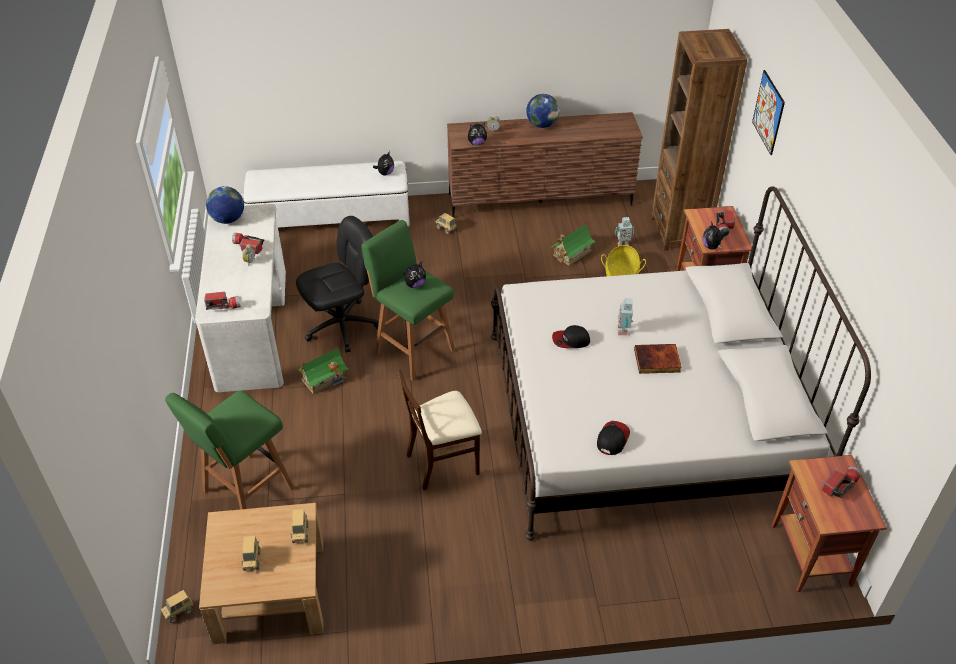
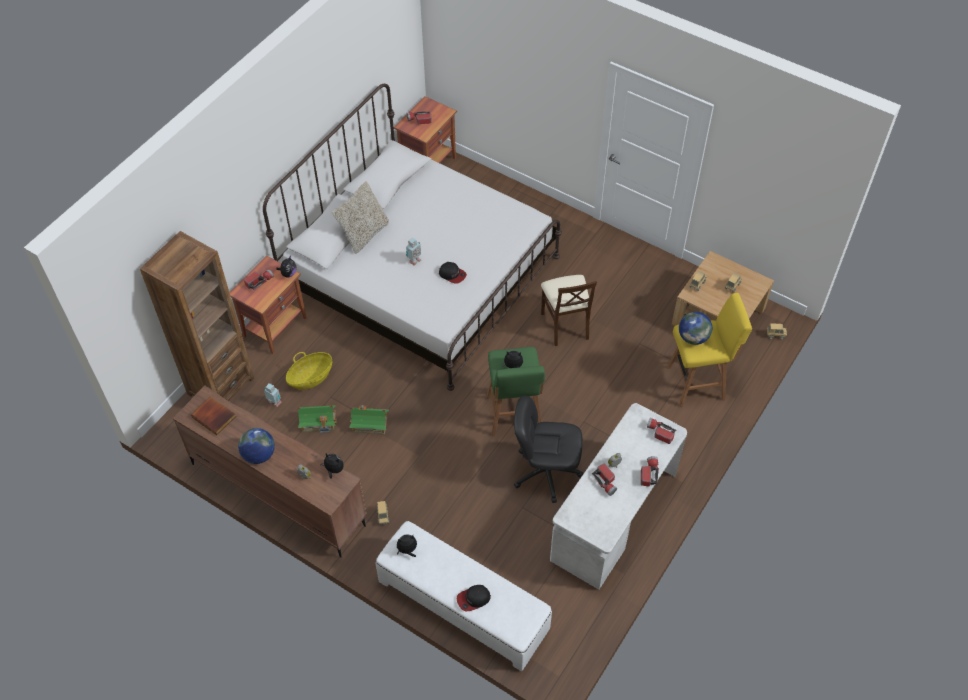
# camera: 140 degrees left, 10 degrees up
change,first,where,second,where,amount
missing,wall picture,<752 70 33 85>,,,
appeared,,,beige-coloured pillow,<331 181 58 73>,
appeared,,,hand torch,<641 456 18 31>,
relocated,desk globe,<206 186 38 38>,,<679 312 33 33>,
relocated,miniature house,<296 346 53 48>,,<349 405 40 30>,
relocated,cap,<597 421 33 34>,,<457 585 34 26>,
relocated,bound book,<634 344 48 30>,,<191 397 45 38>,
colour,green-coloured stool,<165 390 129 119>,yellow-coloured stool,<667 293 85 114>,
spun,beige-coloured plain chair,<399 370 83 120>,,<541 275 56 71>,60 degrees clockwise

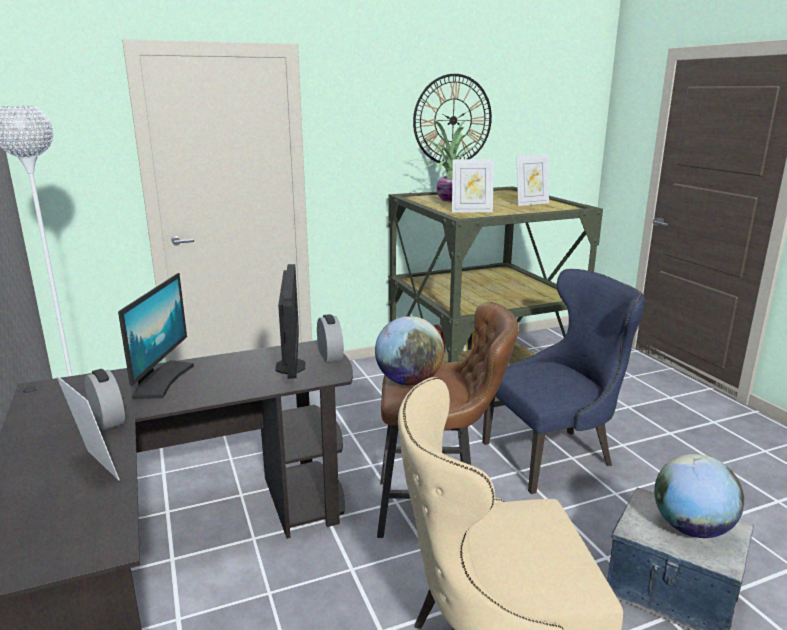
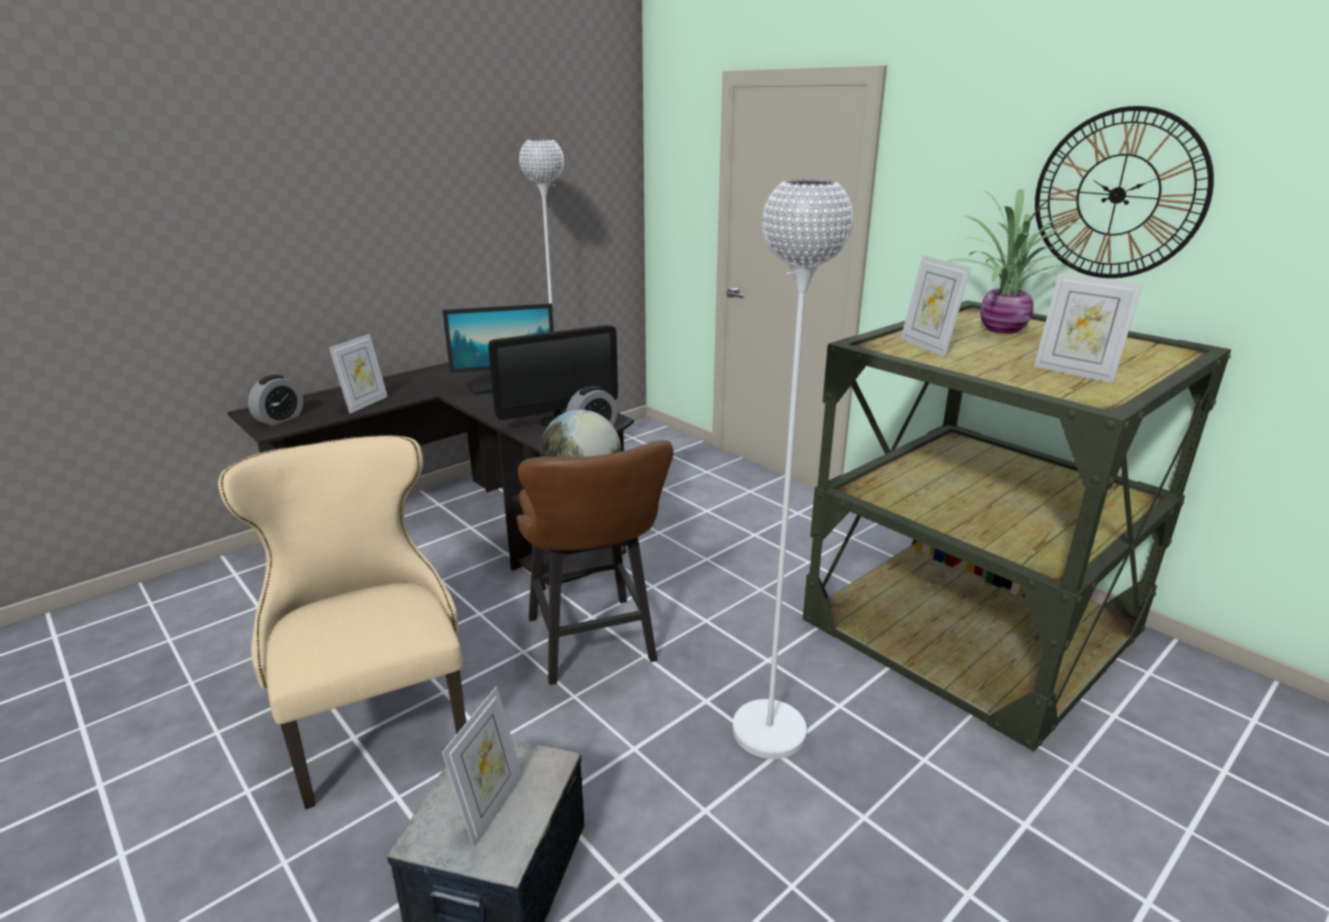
# camera: 70 degrees right, 5 degrees up
change,first,where,second,where,amount
relocated,bedside clock,<85 369 40 61>,,<248 375 55 51>,
exchanged,bluish plain chair,<482 269 163 225>,whitish standing lamp,<733 179 120 580>,
exchanged,desk globe,<654 454 90 84>,photo frame,<442 686 80 162>,

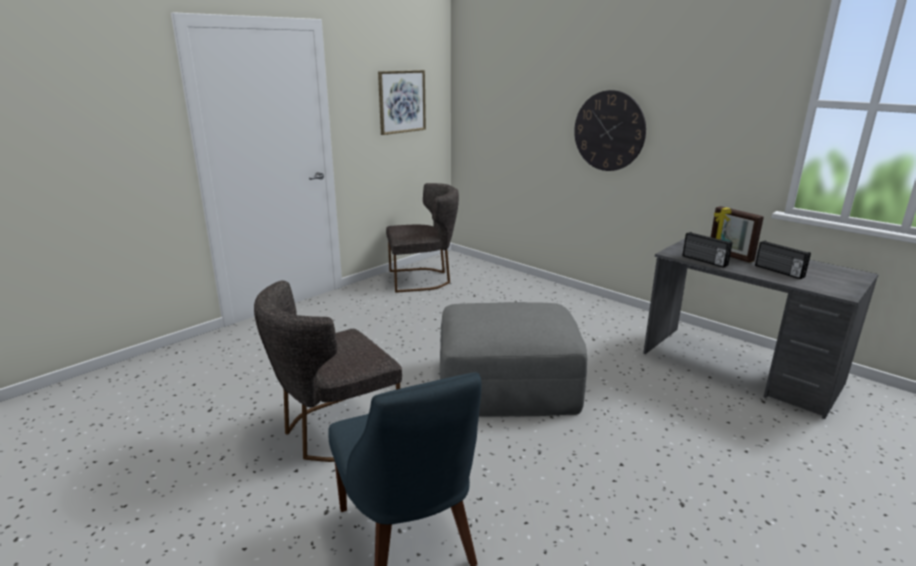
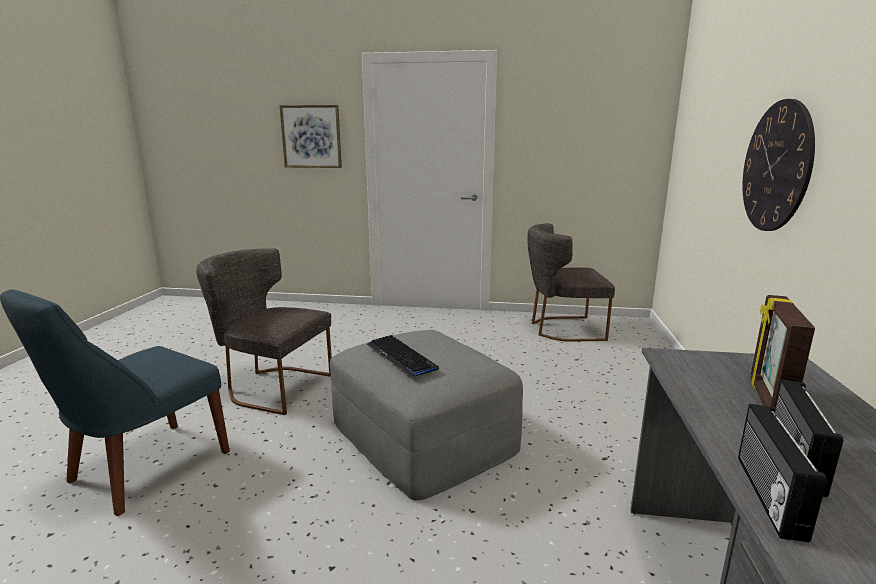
# camera: 55 degrees right, 5 degrees down
change,first,where,second,where,amount
appeared,,,keyboard,<367 335 72 42>,
relocated,wall picture,<378 70 48 65>,,<279 105 63 63>,
relocated,radio,<682 232 50 36>,,<738 404 89 139>,
spun,grey plain chair,<386 183 73 110>,,<527 223 88 119>,135 degrees clockwise

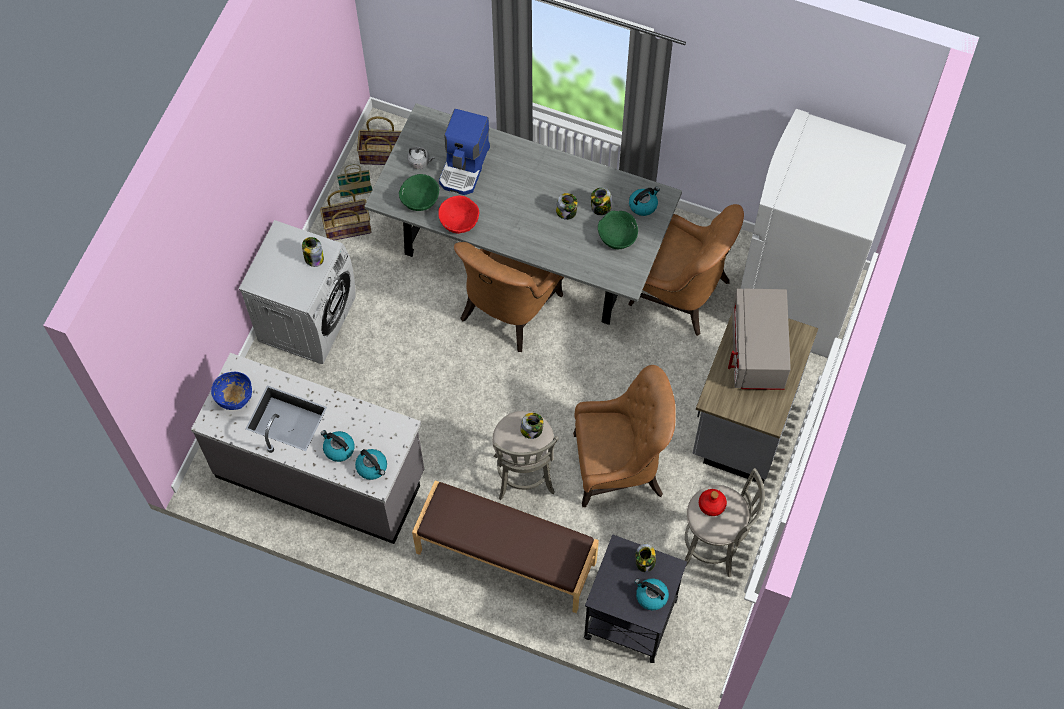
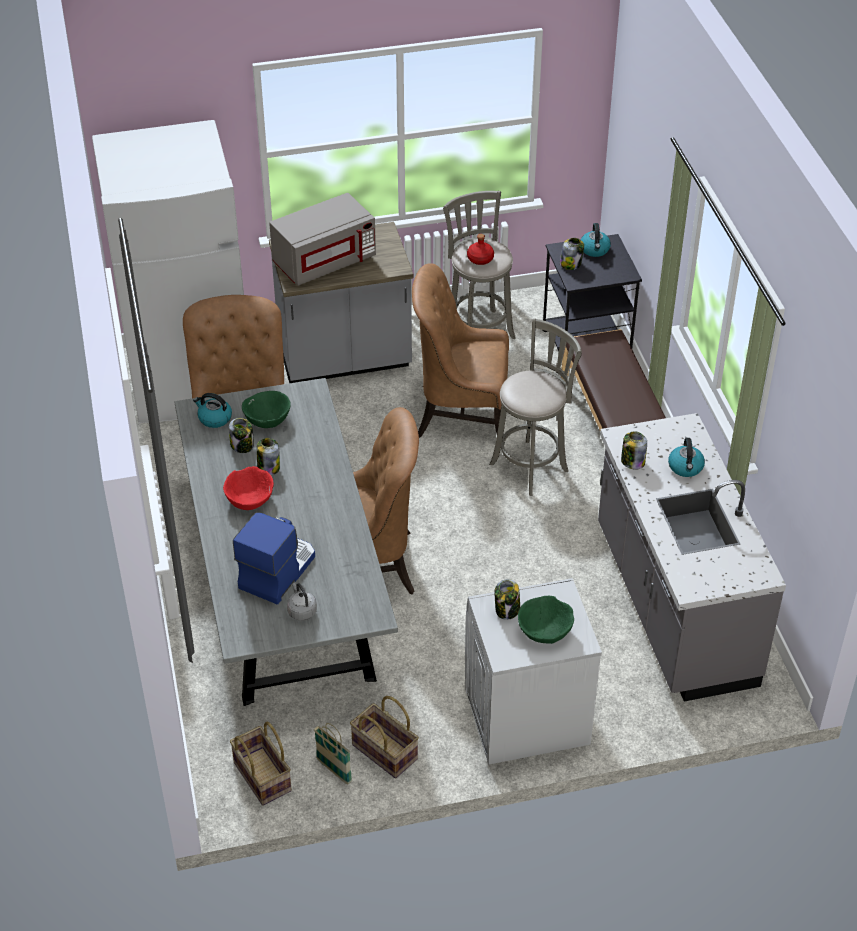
# camera: 125 degrees left, 20 degrees down
change,first,where,second,where,amount
missing,bluish bowl,<211 372 41 38>,,,
missing,tea kettle,<355 449 32 31>,,,
relocated,green-coloured bowl,<399 174 40 37>,,<518 596 56 48>,
relocated,red-coloured bowl,<438 196 41 38>,,<223 466 51 44>,
relocated,jar,<520 413 24 26>,,<621 431 26 39>,
spun,coffee maker,<439 109 51 86>,,<233 512 82 92>,45 degrees counterclockwise
spun,brown-coloured plain chair,<573 365 103 142>,,<412 263 97 175>,45 degrees counterclockwise

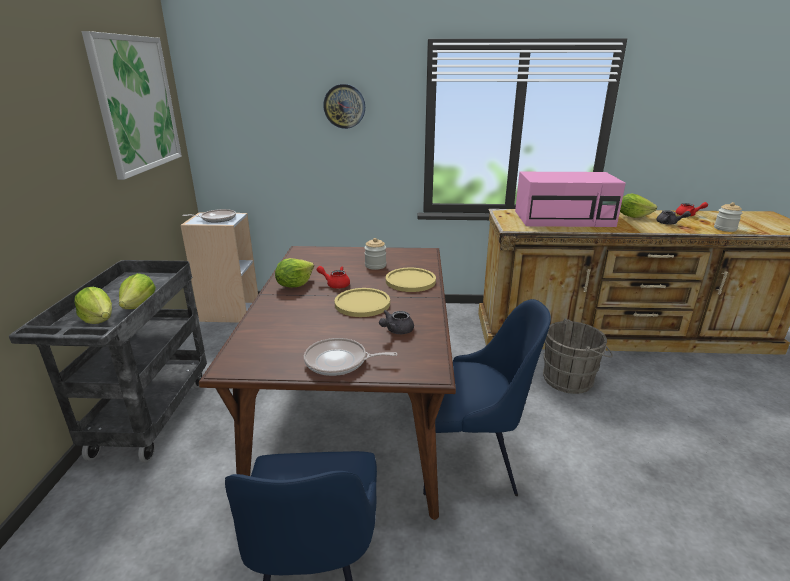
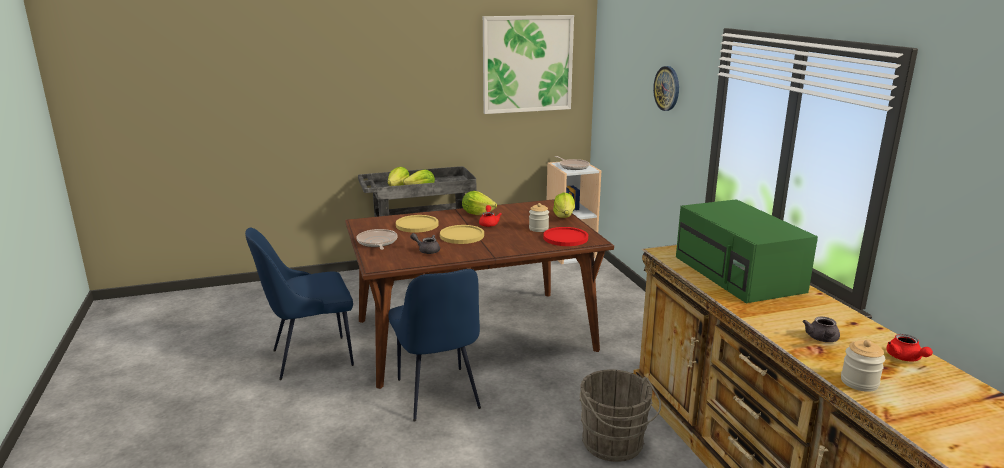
# camera: 70 degrees right, 5 degrees down
change,first,where,second,where,amount
appeared,,,red-coloured dinner plate,<543 227 45 19>,
relocated,yellow-coloured dinner plate,<386 268 50 24>,,<396 215 43 18>,
relocated,lettuce head,<620 193 37 25>,,<553 193 22 25>,
colour,pink microwave,<515 172 111 55>,green-coloured microwave,<676 199 142 105>,

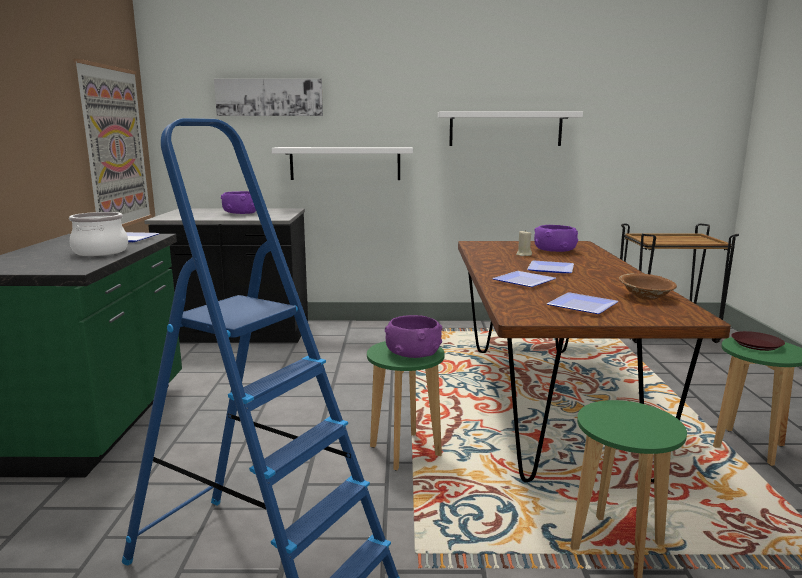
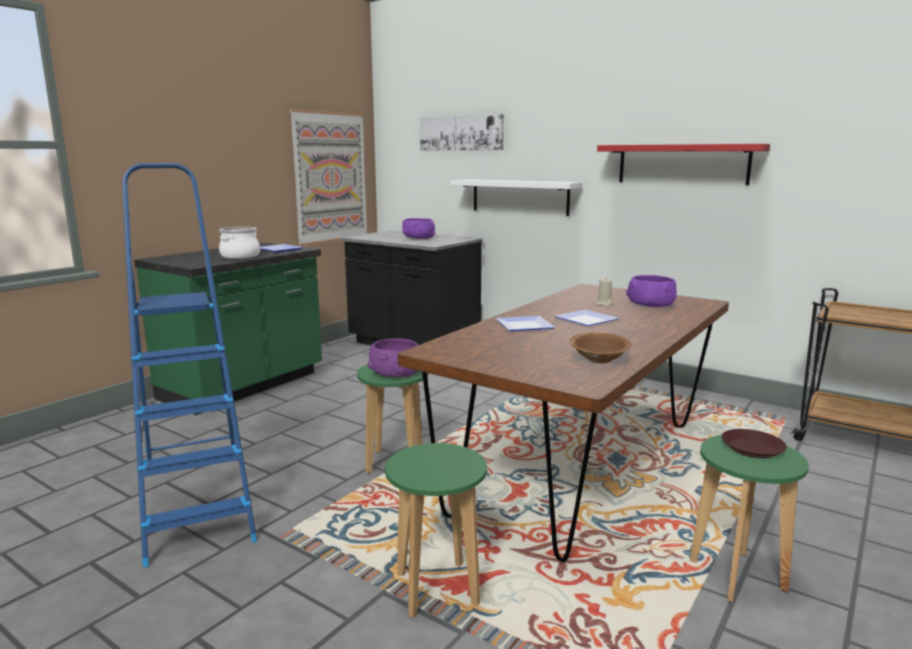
# camera: 35 degrees right, 0 degrees up
change,first,where,second,where,amount
missing,dinner plate,<547 292 72 22>,,,
colour,whitish shelf,<438 111 145 35>,red-coloured shelf,<597 144 173 41>,

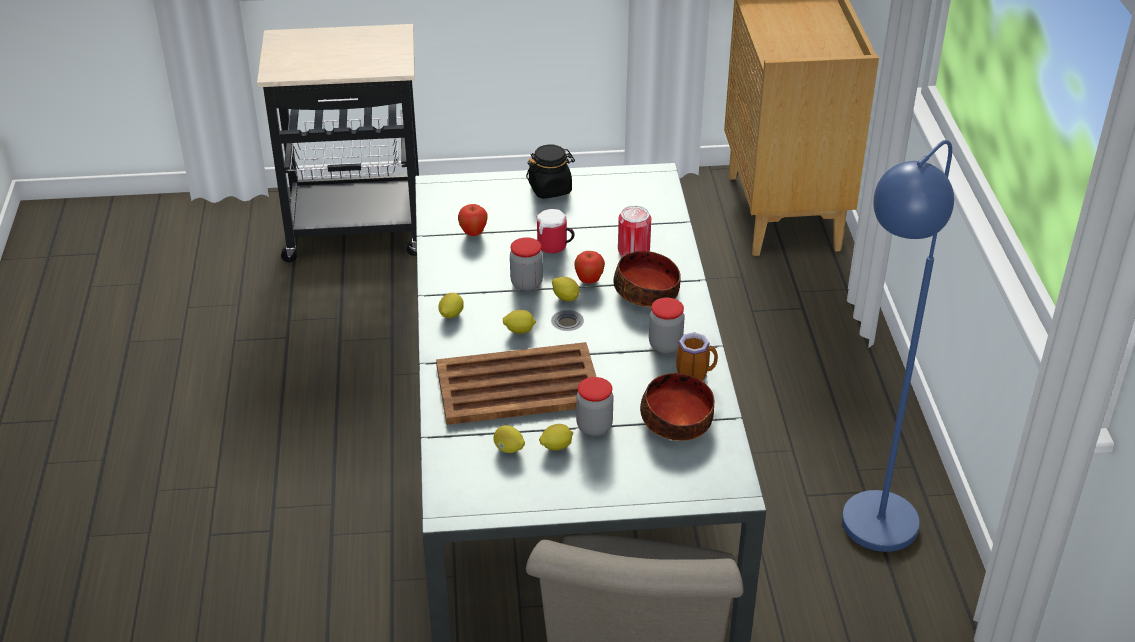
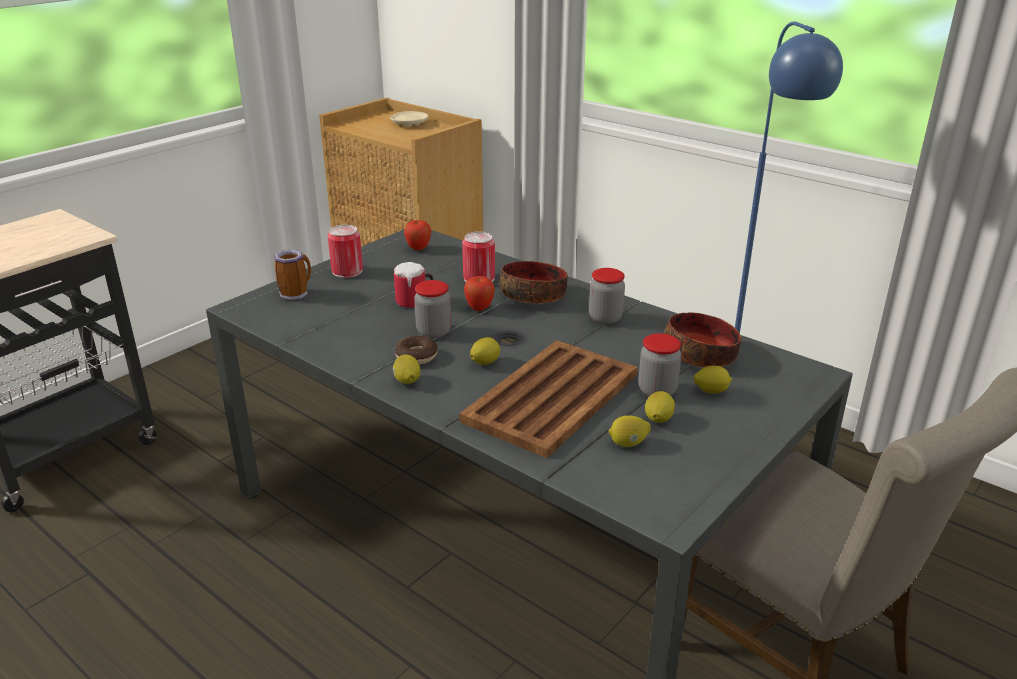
# camera: 45 degrees left, 10 degrees down
change,first,where,second,where,amount
appeared,,,beige-coloured dinner plate,<390 111 38 16>,
appeared,,,donut,<395 336 43 29>,
relocated,whole apple,<458 204 30 32>,,<404 220 27 30>,
relocated,lemon,<552 277 27 24>,,<693 366 39 28>,
relocated,tea mug,<676 332 42 50>,,<274 249 37 51>,
exchanged,black jar,<526 144 49 55>,metal can,<328 225 35 53>,

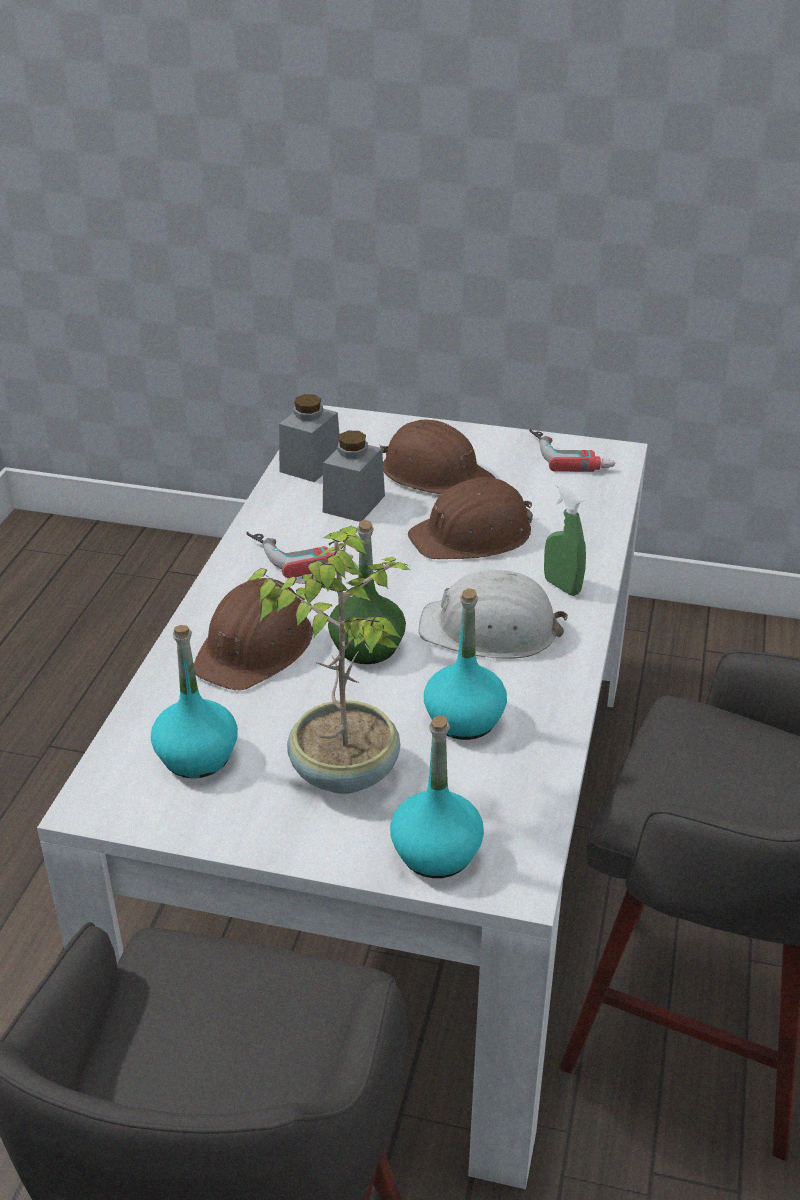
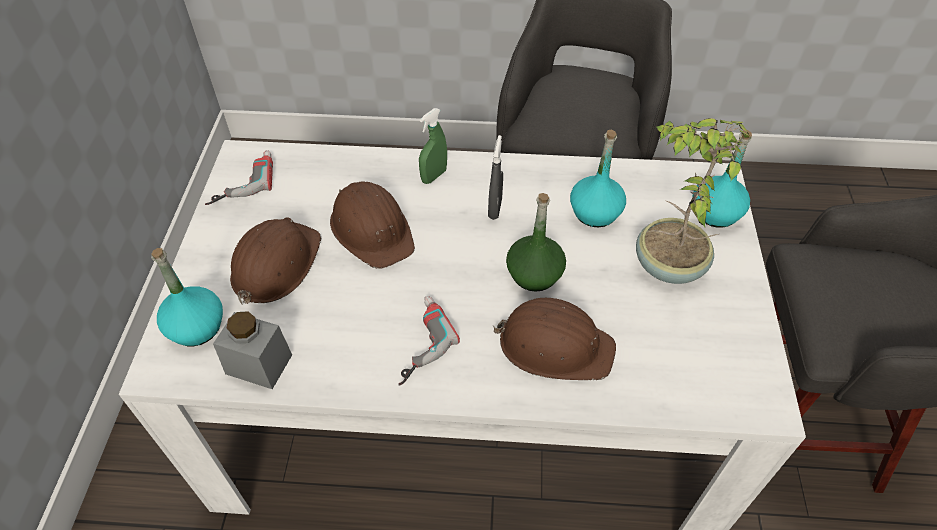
# camera: 100 degrees left, 15 degrees up
change,first,where,second,where,amount
missing,grey jar,<323 431 62 91>,,,
relocated,turquoise-coloured beverage bottle,<151 625 87 153>,,<151 248 72 98>,
exchanged,whitish safety helmet,<419 570 149 89>,grey spray bottle,<488 135 15 85>,

